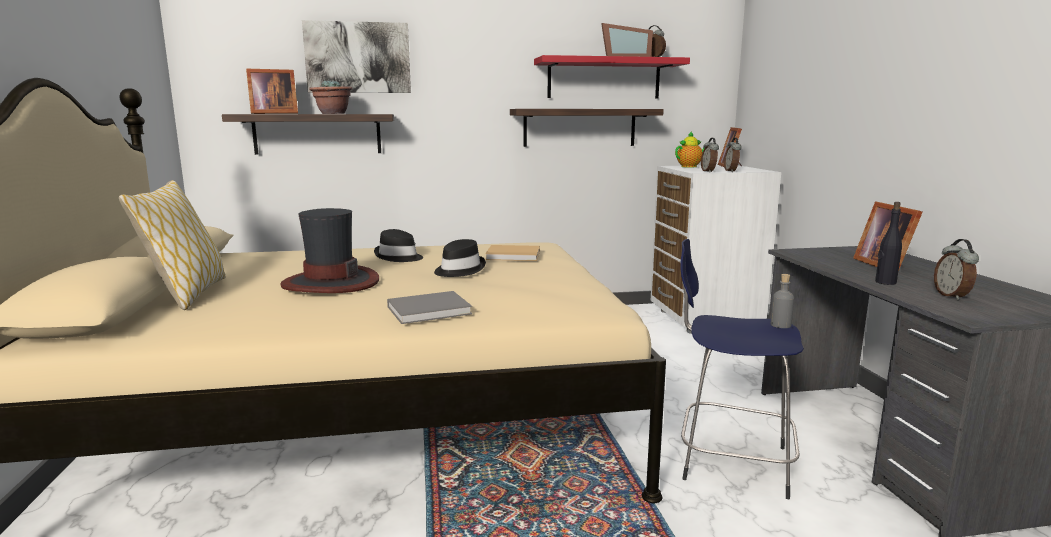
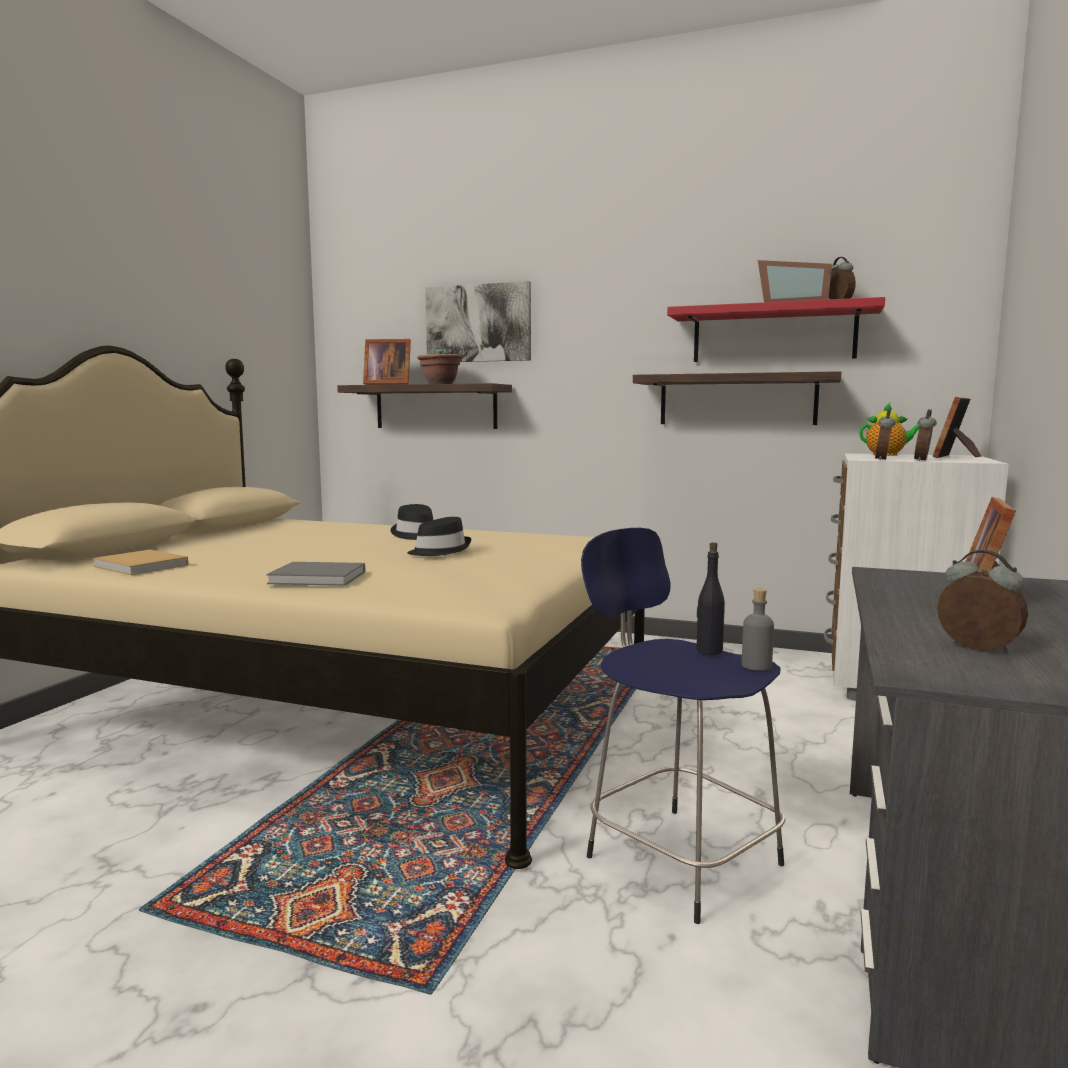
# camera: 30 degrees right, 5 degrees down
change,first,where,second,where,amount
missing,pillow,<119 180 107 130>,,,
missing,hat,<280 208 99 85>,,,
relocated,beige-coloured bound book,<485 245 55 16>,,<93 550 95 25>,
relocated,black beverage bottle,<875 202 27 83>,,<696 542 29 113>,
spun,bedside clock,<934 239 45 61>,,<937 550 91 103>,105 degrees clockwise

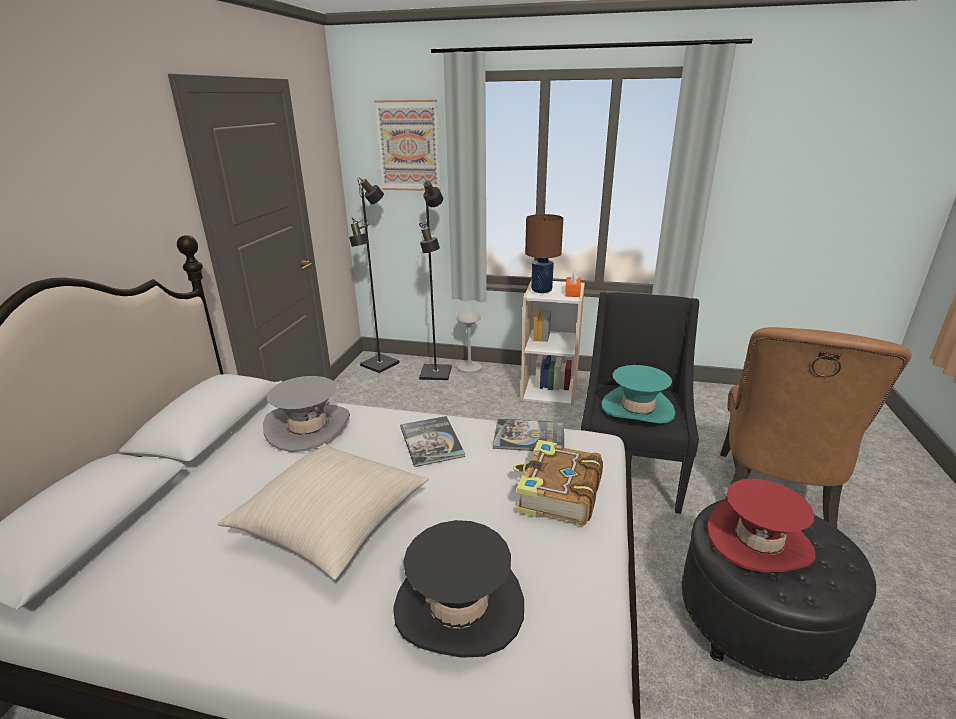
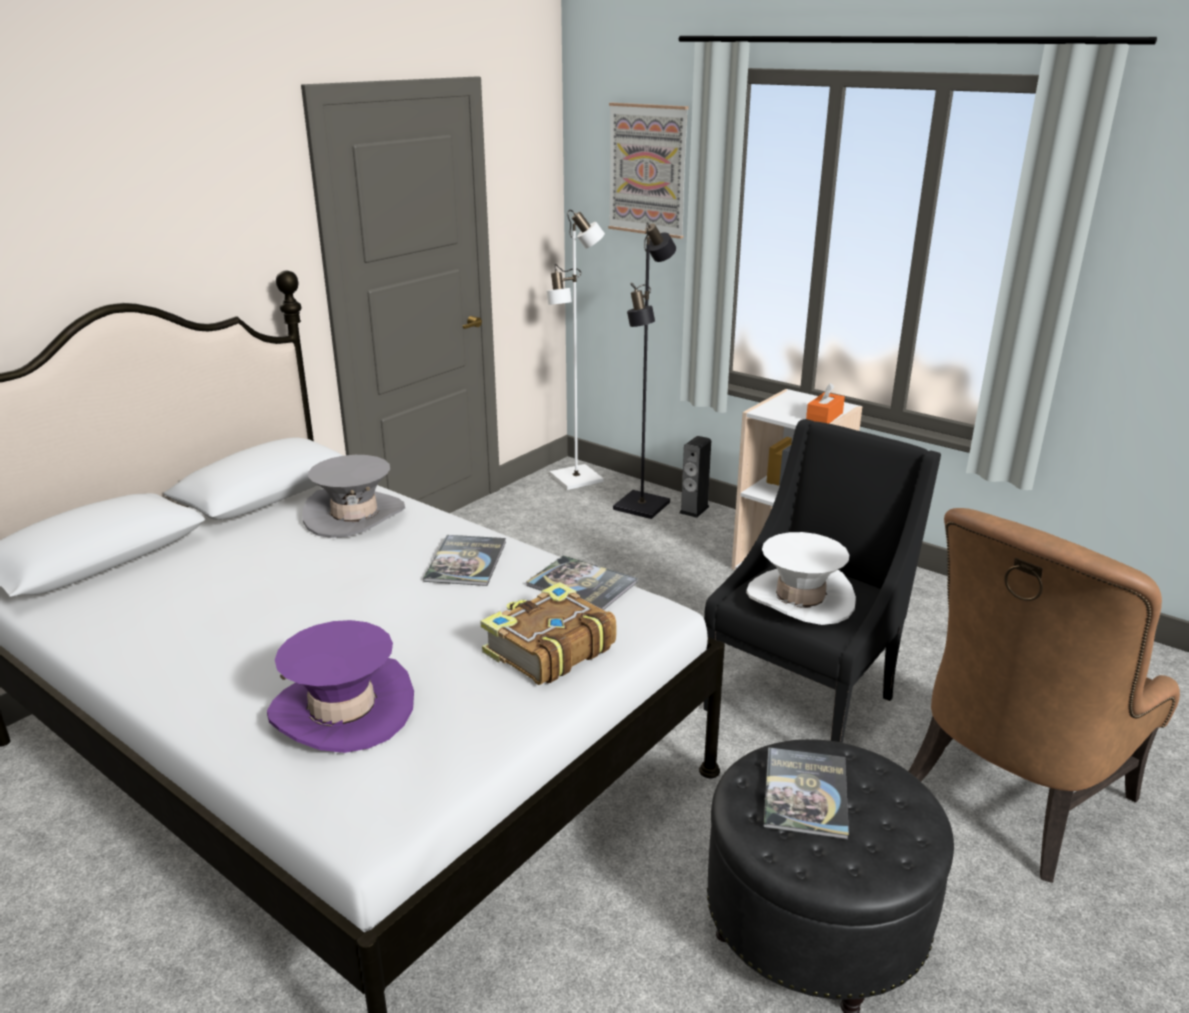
# camera: 25 degrees right, 0 degrees up
change,first,where,second,where,amount
missing,beige-coloured pillow,<218 443 211 137>,,,
missing,brown-coloured tabletop lamp,<525 214 38 79>,,,
exchanged,grey tabletop lamp,<457 311 25 62>,audio speaker,<679 436 32 82>,
exchanged,red-coloured hat,<707 478 108 94>,bound book,<763 747 86 93>,
colour,black standing lamp,<349 178 51 195>,whitish standing lamp,<546 210 59 280>,
colour,black hat,<393 520 131 138>,purplish hat,<267 620 147 133>,
colour,turquoise-coloured hat,<601 365 74 58>,whitish hat,<746 532 110 93>,

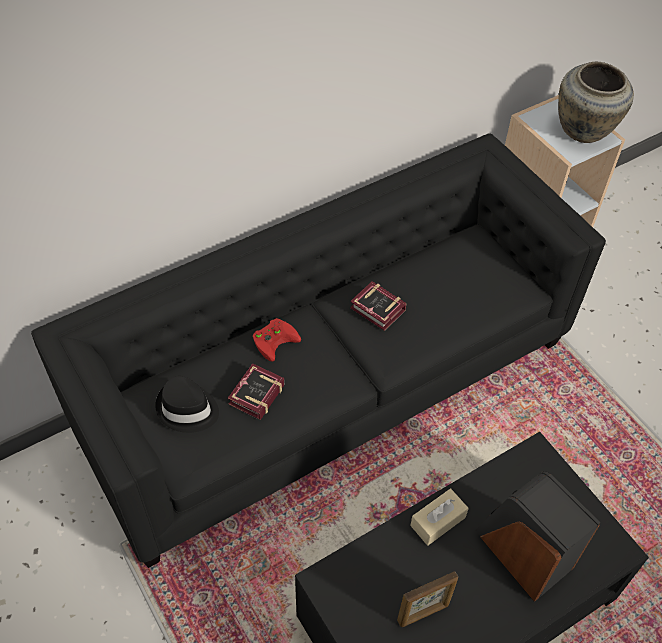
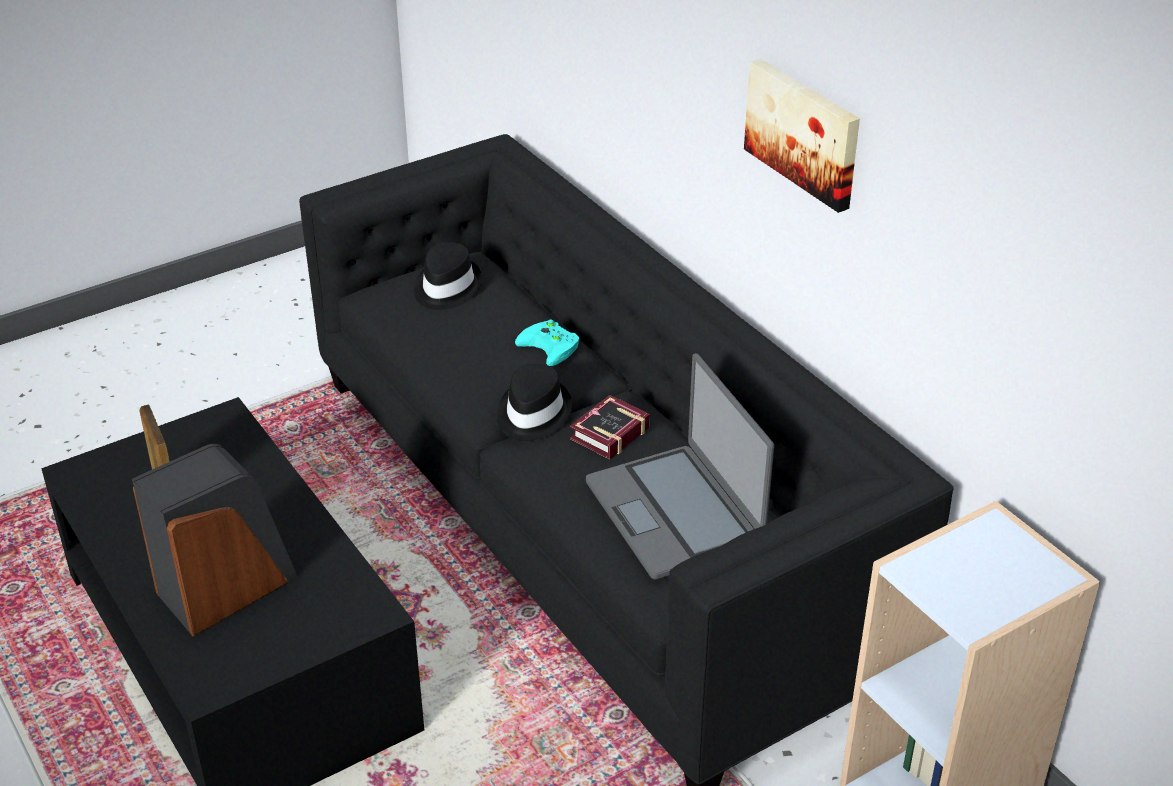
# camera: 90 degrees right, 15 degrees down
change,first,where,second,where,amount
missing,bound book,<228 363 56 57>,,,
missing,beige-coloured tissue holder,<410 489 59 57>,,,
missing,beige-coloured decorative vase,<558 62 76 81>,,,
appeared,,,black hat,<497 364 75 77>,
appeared,,,notebook computer,<586 353 188 226>,
appeared,,,wall picture,<744 59 116 154>,
colour,red-coloured gamepad,<253 318 48 43>,turquoise-coloured gamepad,<515 319 64 47>,

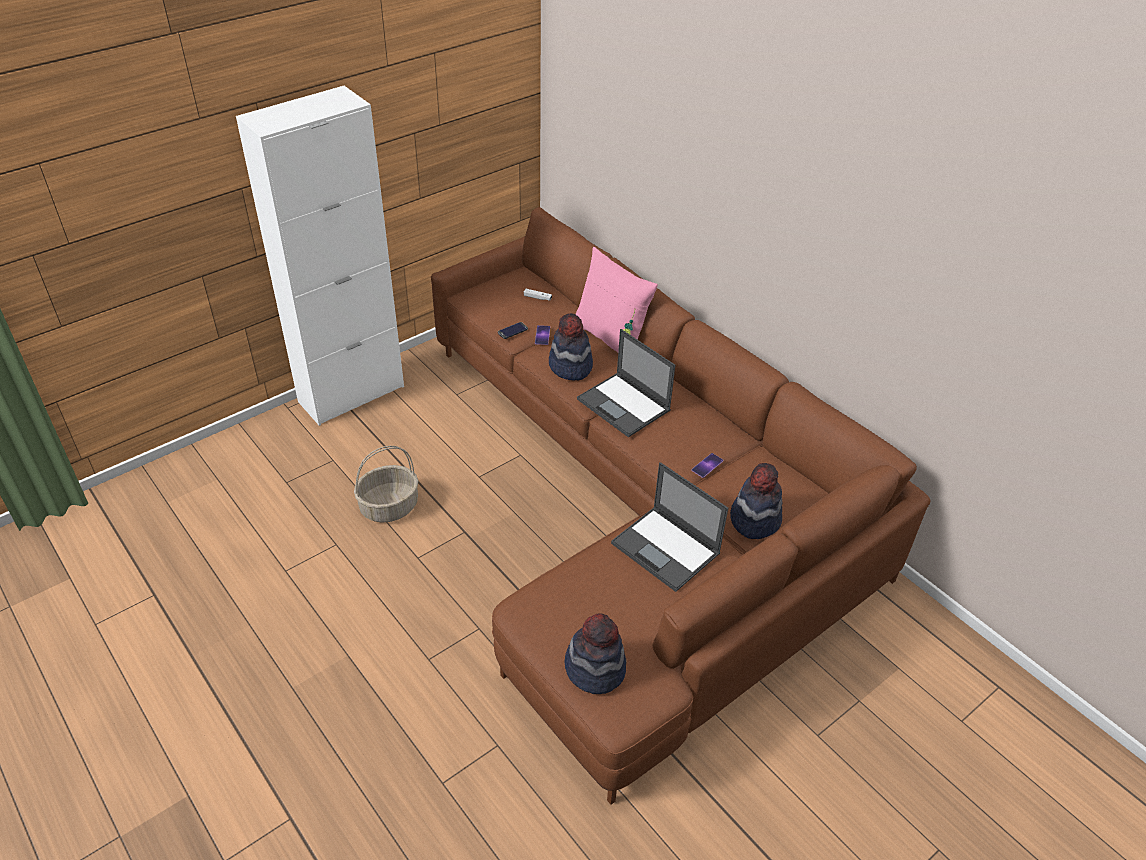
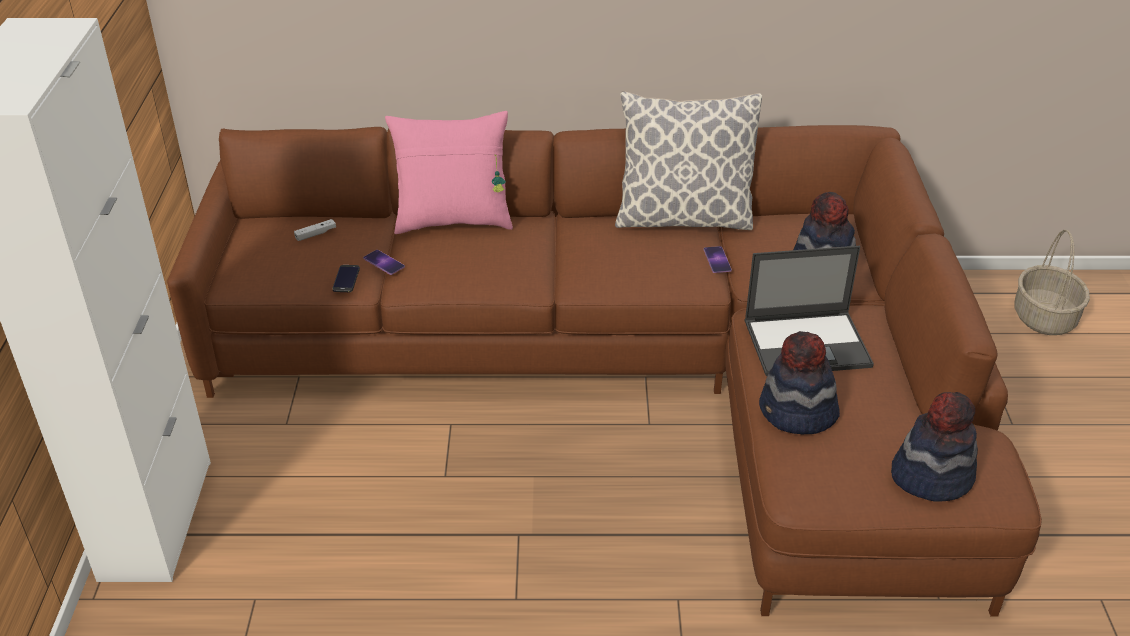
# camera: 50 degrees left, 5 degrees down
change,first,where,second,where,amount
missing,notebook computer,<577 329 98 108>,,,
appeared,,,pillow,<615 91 147 139>,
relocated,storage basket,<354 446 64 77>,,<1015 230 75 105>,
relocated,hat,<549 313 44 67>,,<759 331 81 104>,

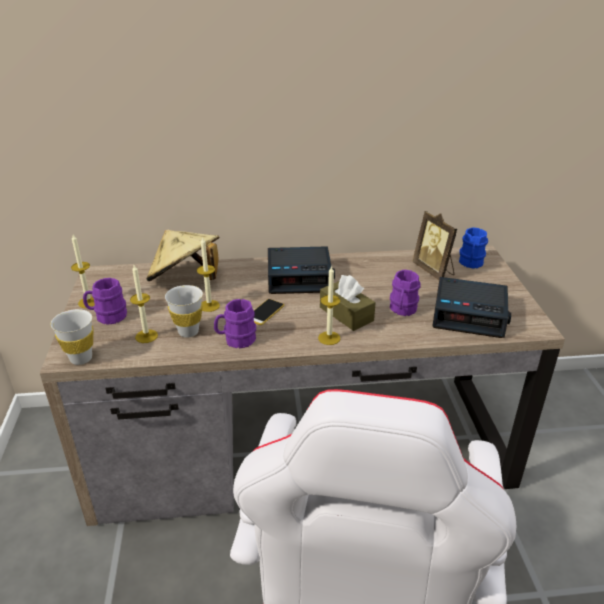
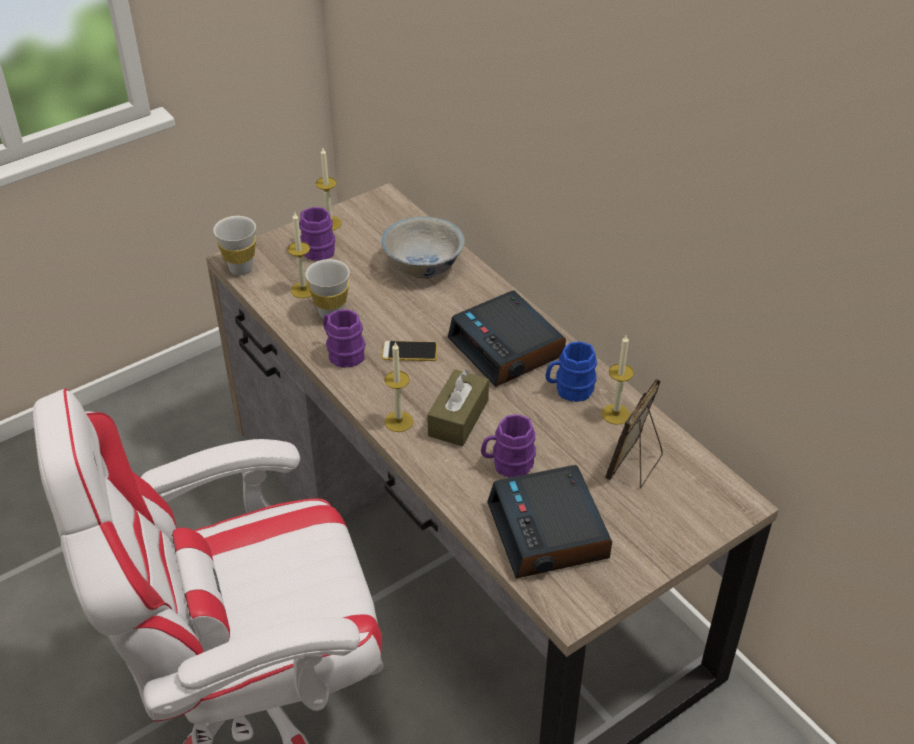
# camera: 60 degrees right, 10 degrees up
change,first,where,second,where,amount
relocated,wax light,<197 237 23 75>,,<602 335 32 90>,
relocated,bluish tea mug,<459 227 29 42>,,<545 341 52 61>,
exchanged,beige-coloured hat,<146 230 73 51>,whitish bowl,<381 216 84 63>,

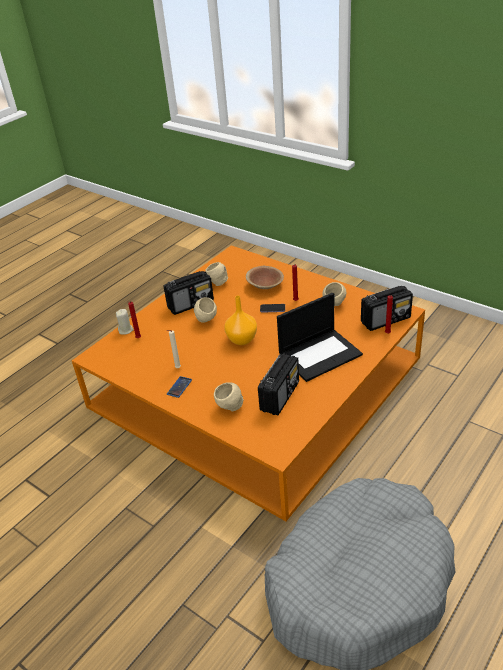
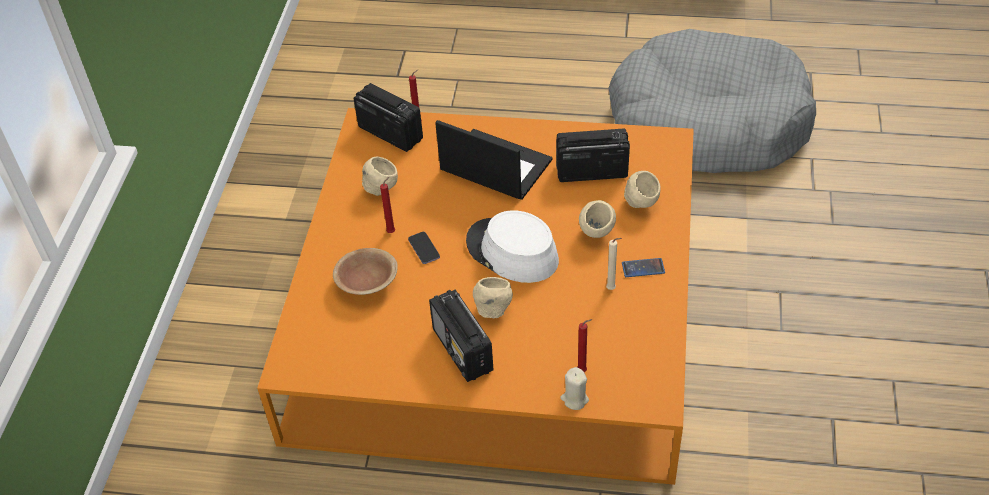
# camera: 120 degrees left, 10 degrees up
change,first,where,second,where,amount
relocated,beige-coloured bowl,<205 262 23 24>,,<579 200 37 38>,
exchanged,orangey decorative vase,<224 296 33 49>,whitish hat,<466 210 93 73>,
spun,radio,<163 271 51 44>,,<429 290 65 92>,150 degrees counterclockwise

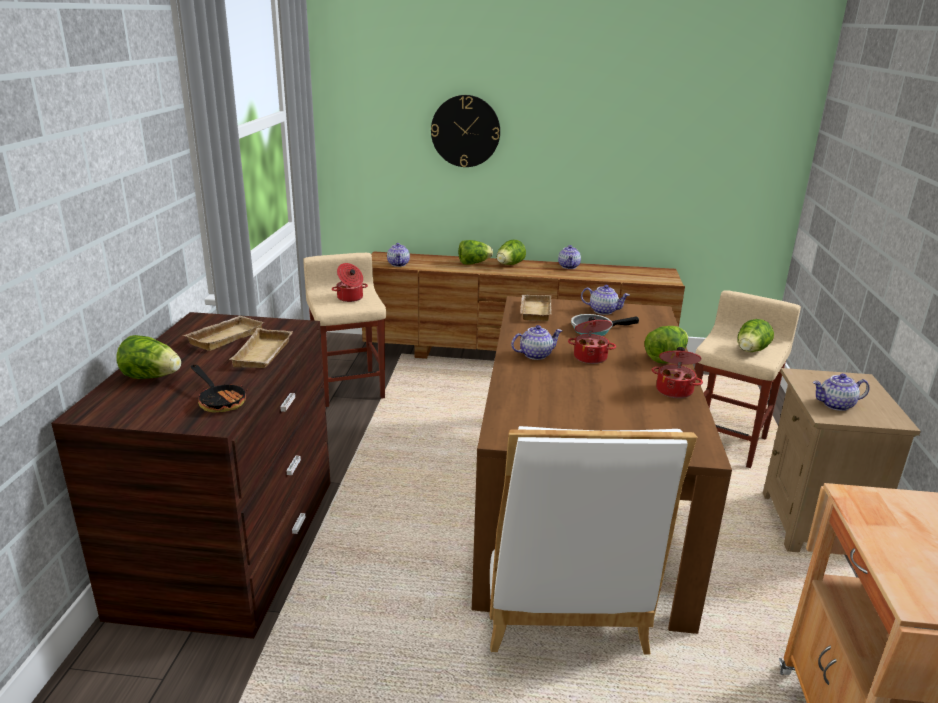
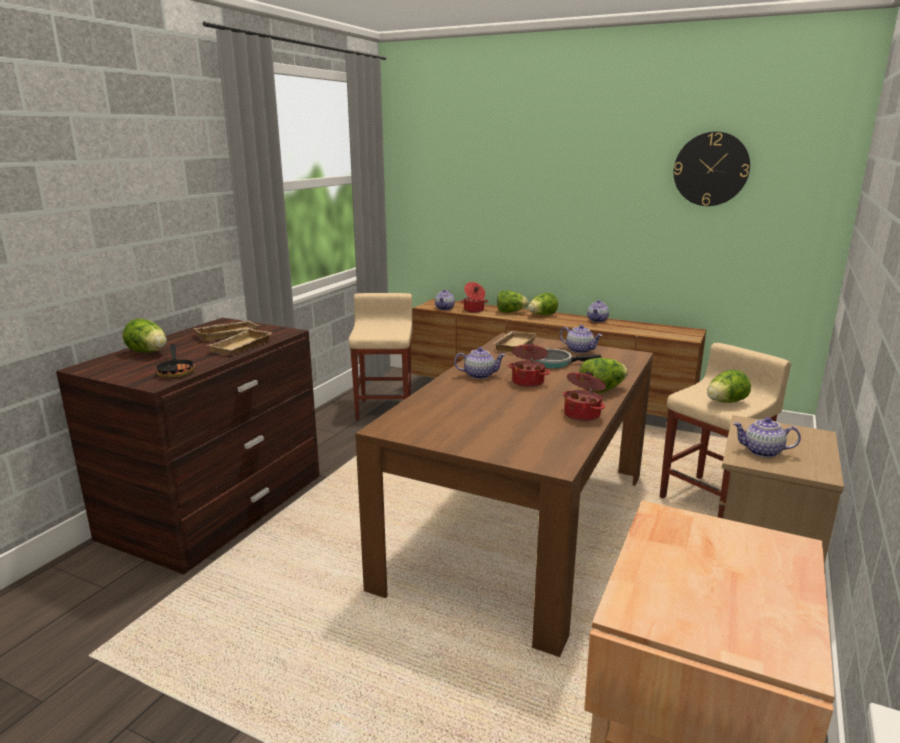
# camera: 20 degrees right, 5 degrees down
change,first,where,second,where,amount
missing,whitish plain chair,<489 426 208 228>,,,
relocated,cooking pot,<332 263 36 39>,,<460 282 29 30>,
relocated,wall clock,<431 95 69 72>,,<674 132 76 74>,

